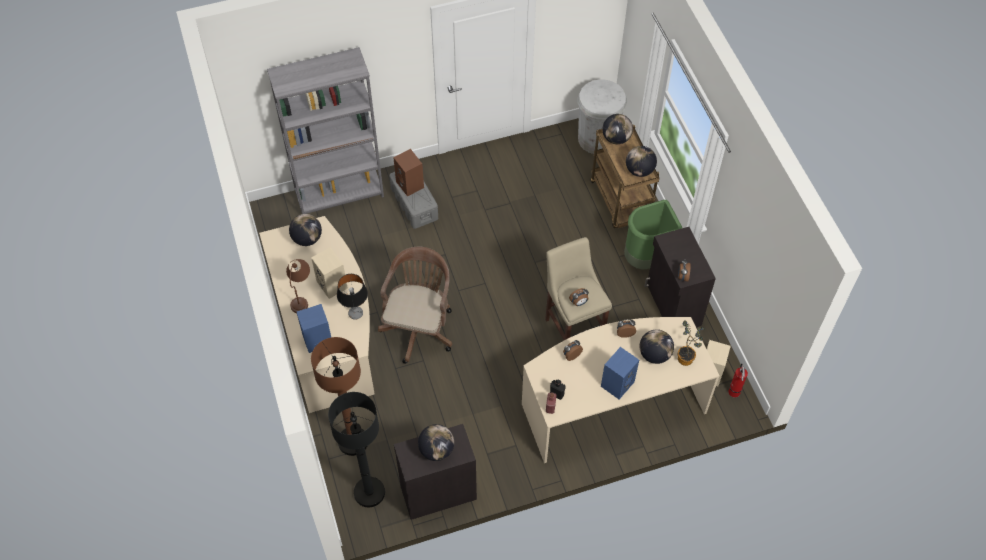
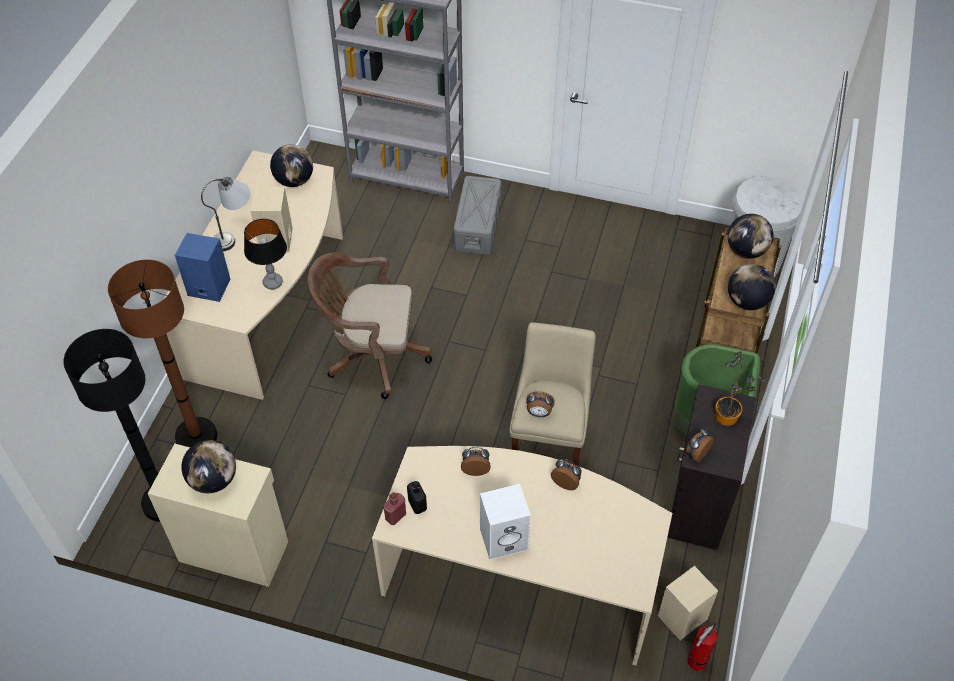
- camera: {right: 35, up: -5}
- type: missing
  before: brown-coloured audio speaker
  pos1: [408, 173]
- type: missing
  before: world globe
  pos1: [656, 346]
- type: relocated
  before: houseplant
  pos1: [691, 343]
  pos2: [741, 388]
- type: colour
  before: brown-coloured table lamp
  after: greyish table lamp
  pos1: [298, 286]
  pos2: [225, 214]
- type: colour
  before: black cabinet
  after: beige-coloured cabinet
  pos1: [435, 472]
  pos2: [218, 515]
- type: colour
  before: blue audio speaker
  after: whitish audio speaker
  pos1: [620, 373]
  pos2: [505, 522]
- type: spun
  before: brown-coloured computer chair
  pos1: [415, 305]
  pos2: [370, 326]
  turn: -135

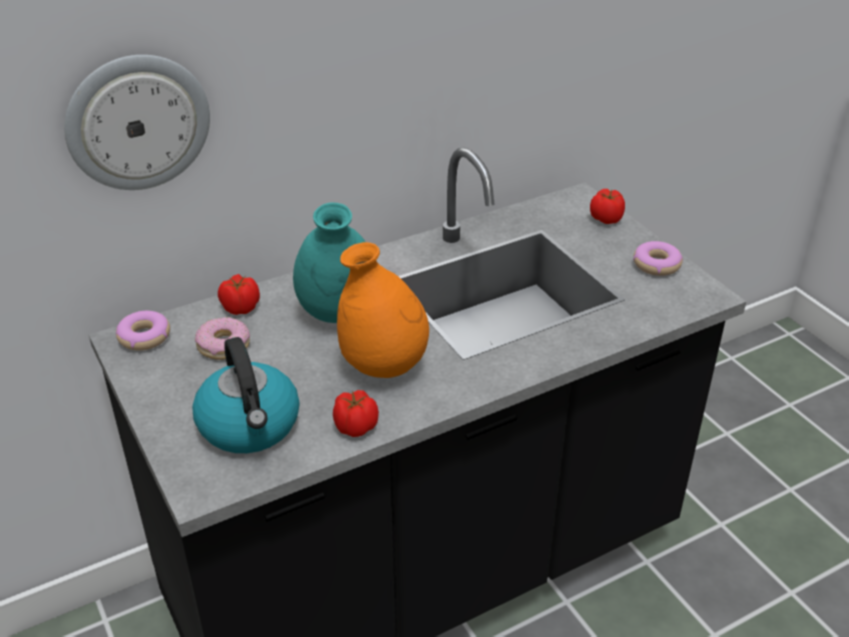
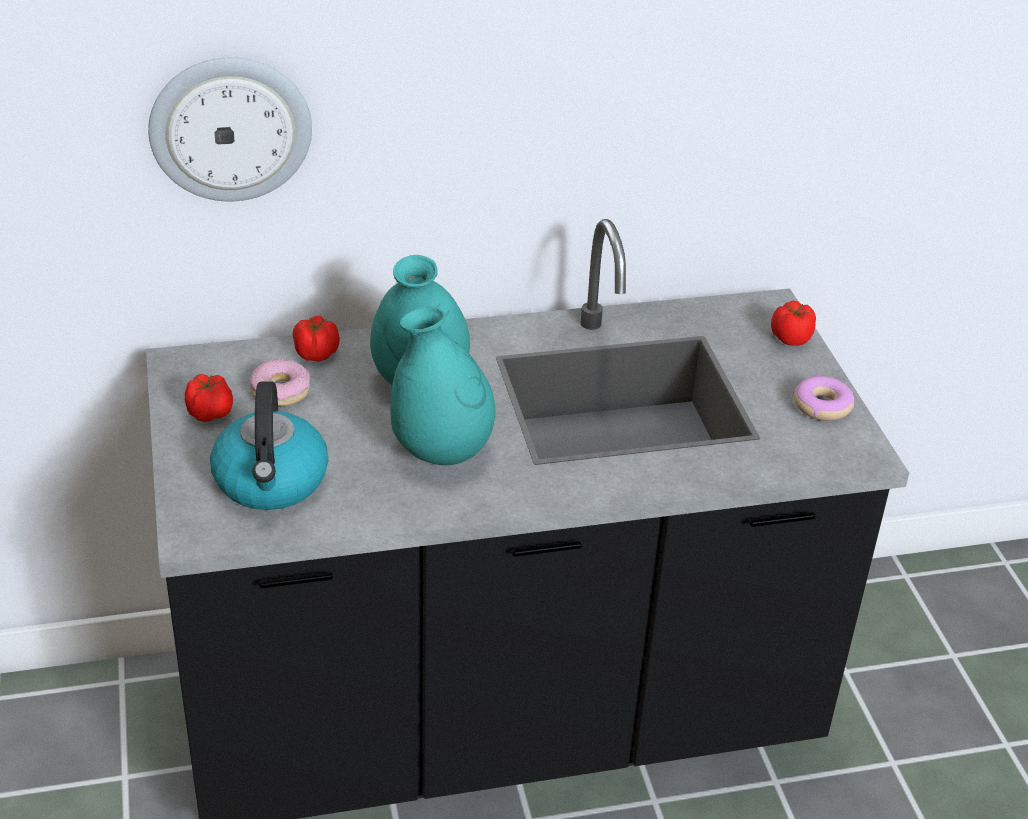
- camera: {right: 15, up: 0}
- type: missing
  before: doughnut
  pos1: [143, 331]
- type: relocated
  before: whole tomato
  pos1: [356, 413]
  pos2: [209, 398]
- type: colour
  before: orange vase
  after: blue-green vase
  pos1: [383, 310]
  pos2: [442, 385]

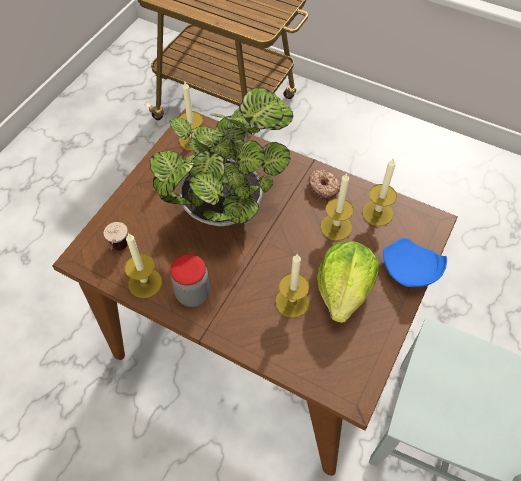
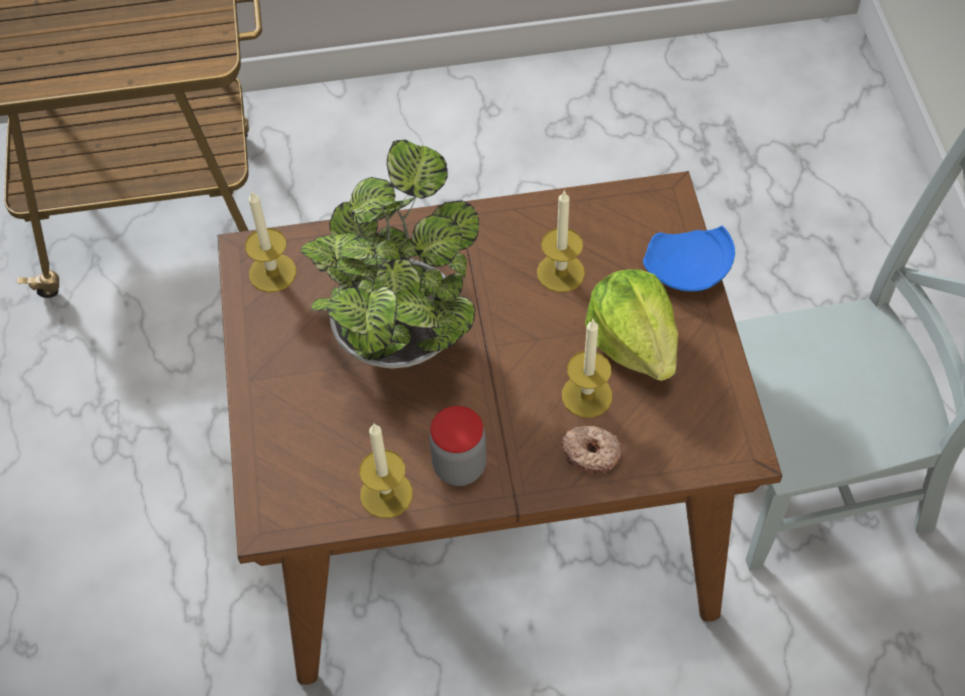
- camera: {right: -35, up: 0}
- type: missing
  before: small cup
  pos1: [116, 236]
- type: missing
  before: candle
  pos1: [379, 192]
- type: relocated
  before: doughnut
  pos1: [324, 184]
  pos2: [591, 450]

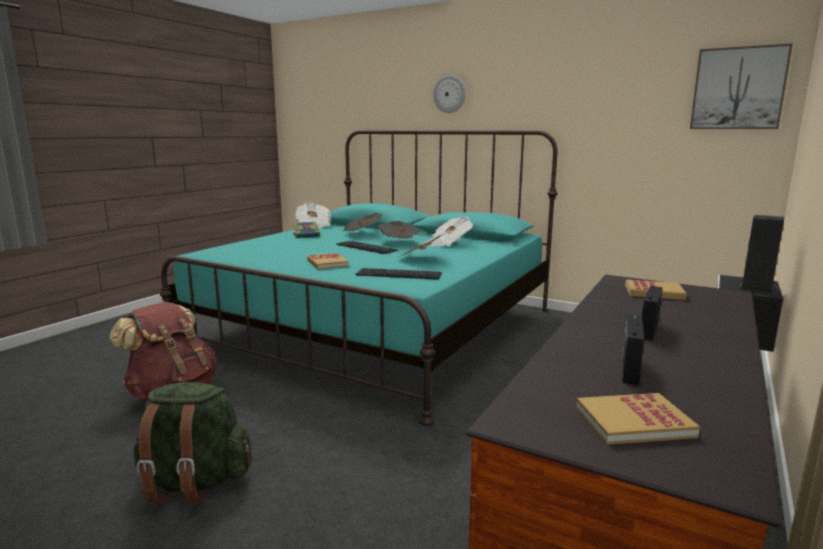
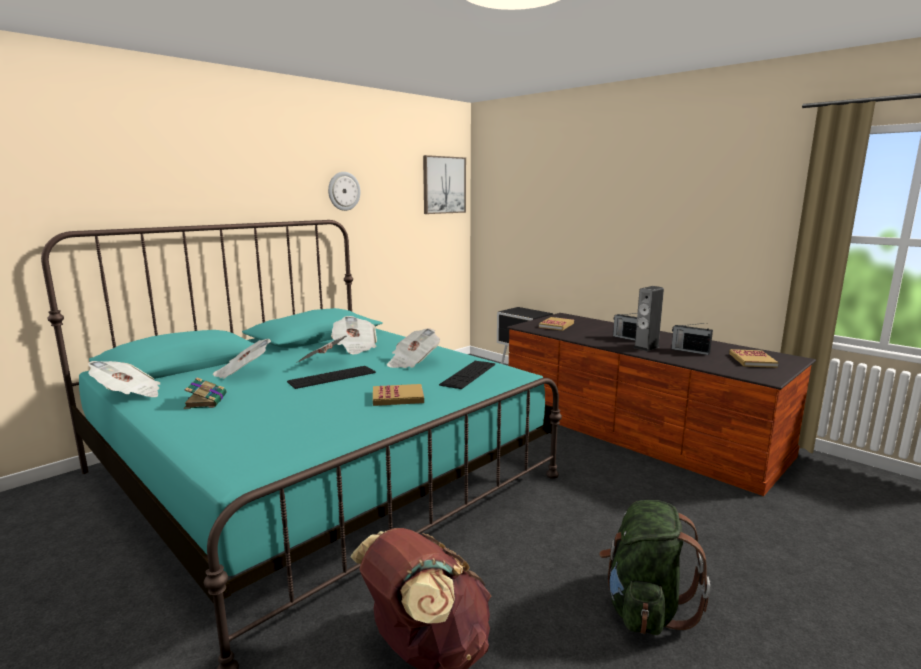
- camera: {right: -75, up: 0}
- type: relocated
  before: hanging clock
  pos1: [449, 94]
  pos2: [344, 191]
- type: relocated
  before: audio speaker
  pos1: [761, 254]
  pos2: [648, 318]

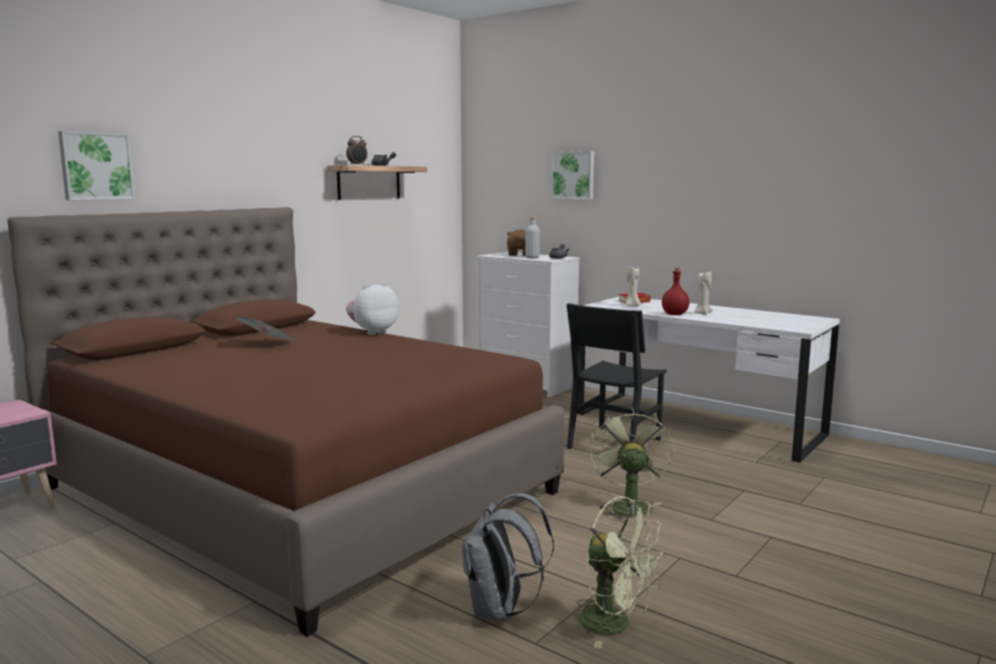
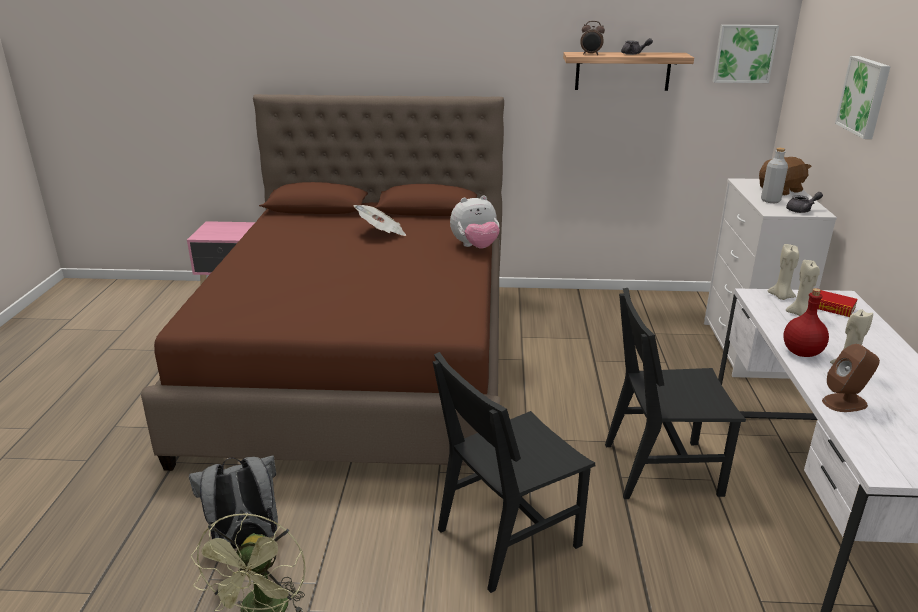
- camera: {right: 55, up: 15}
- type: appeared
  after: beige-coloured candle
  pos2: [783, 272]
- type: appeared
  after: brown-coloured audio speaker
  pos2: [851, 378]
- type: relocated
  before: picture
  pos1: [96, 165]
  pos2: [745, 54]
- type: exchanged
  before: greenish fan
  after: black chair
  pos1: [632, 465]
  pos2: [514, 472]
- type: spun
  before: soft toy
  pos1: [372, 308]
  pos2: [475, 222]
  turn: 150

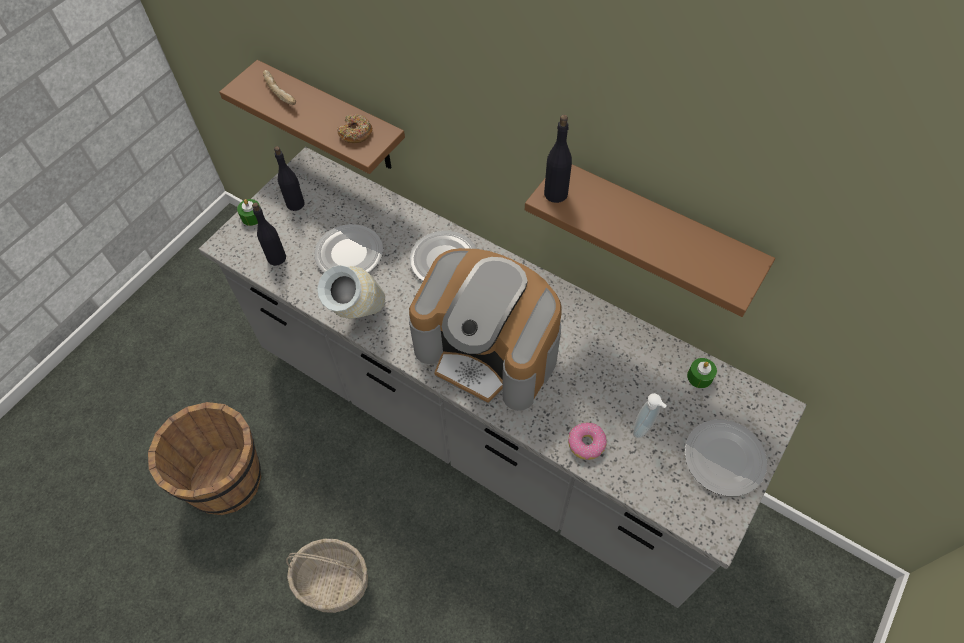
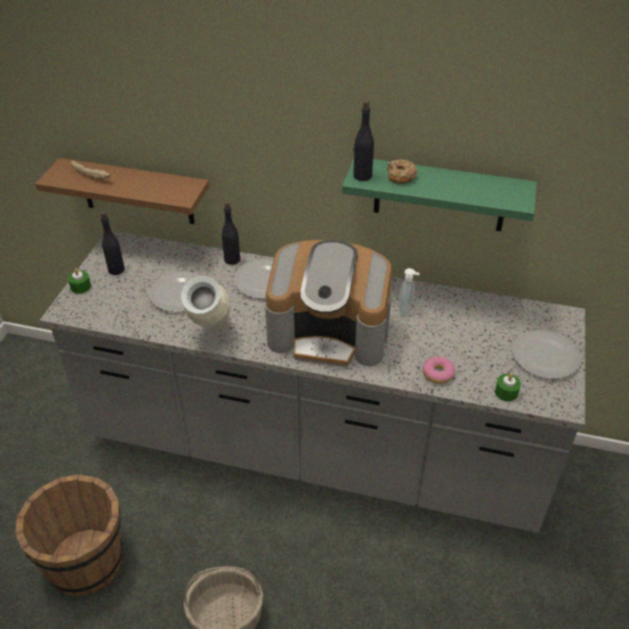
- camera: {right: -20, up: -15}
- type: relocated
  before: black beverage bottle
  pos1: [269, 234]
  pos2: [231, 233]
- type: relocated
  before: doughnut
  pos1: [355, 128]
  pos2: [402, 171]
- type: relocated
  before: soap dispenser
  pos1: [650, 415]
  pos2: [409, 292]
- type: relocated
  before: greenish candle
  pos1: [702, 373]
  pos2: [508, 387]
- type: colour
  before: brown-coloured shelf
  after: greenish shelf
  pos1: [650, 240]
  pos2: [439, 194]

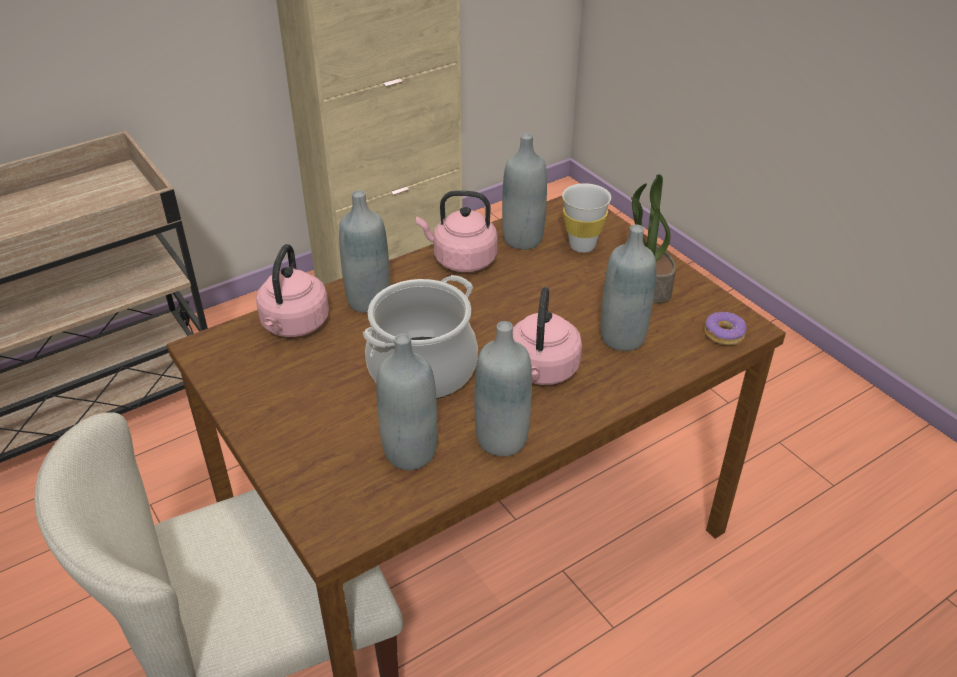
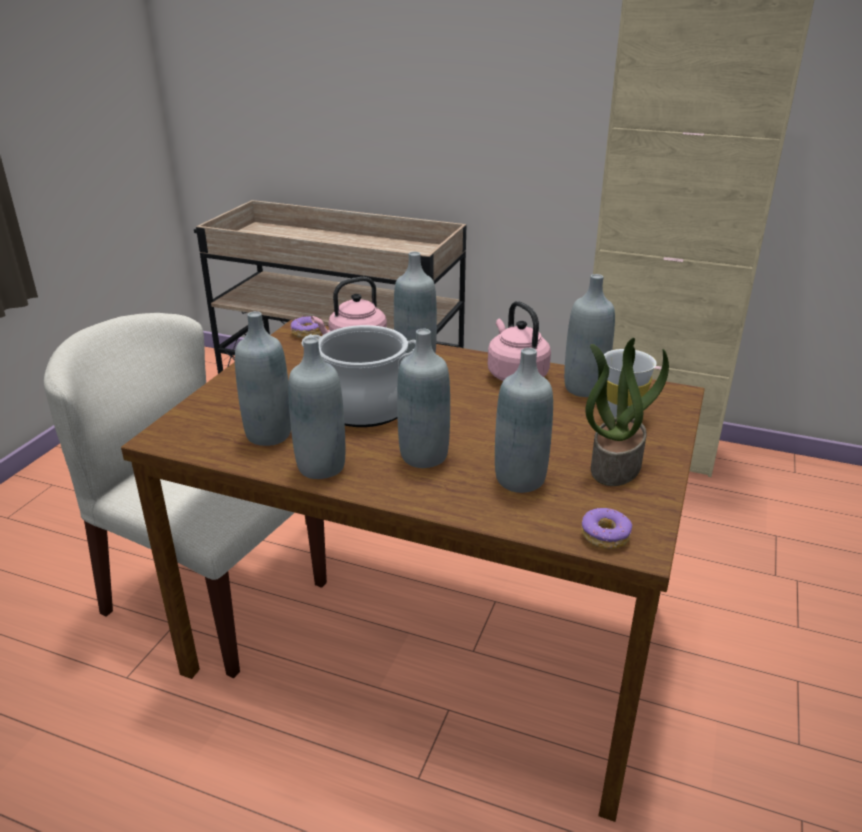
- camera: {right: 55, up: -10}
- type: appeared
  after: doughnut
  pos2: [306, 327]
- type: exchanged
  before: pink-coloured kettle
  after: greyish beverage bottle
  pos1: [547, 336]
  pos2: [423, 398]

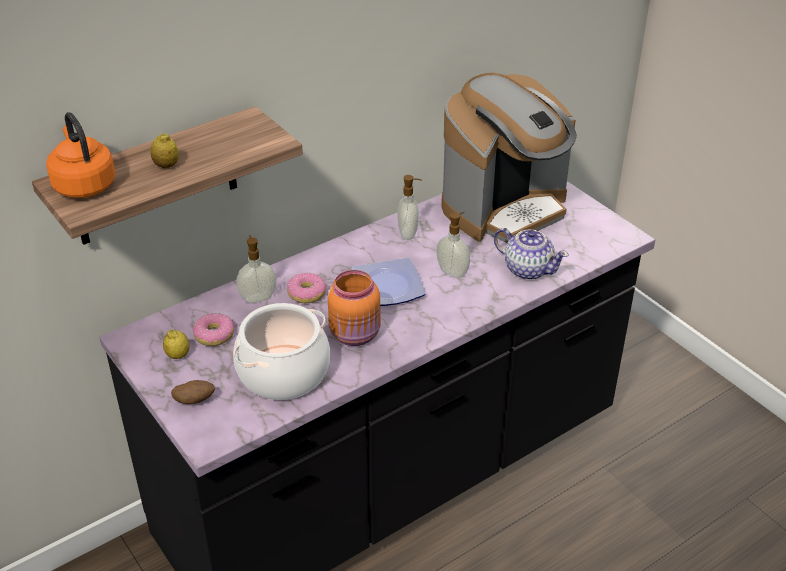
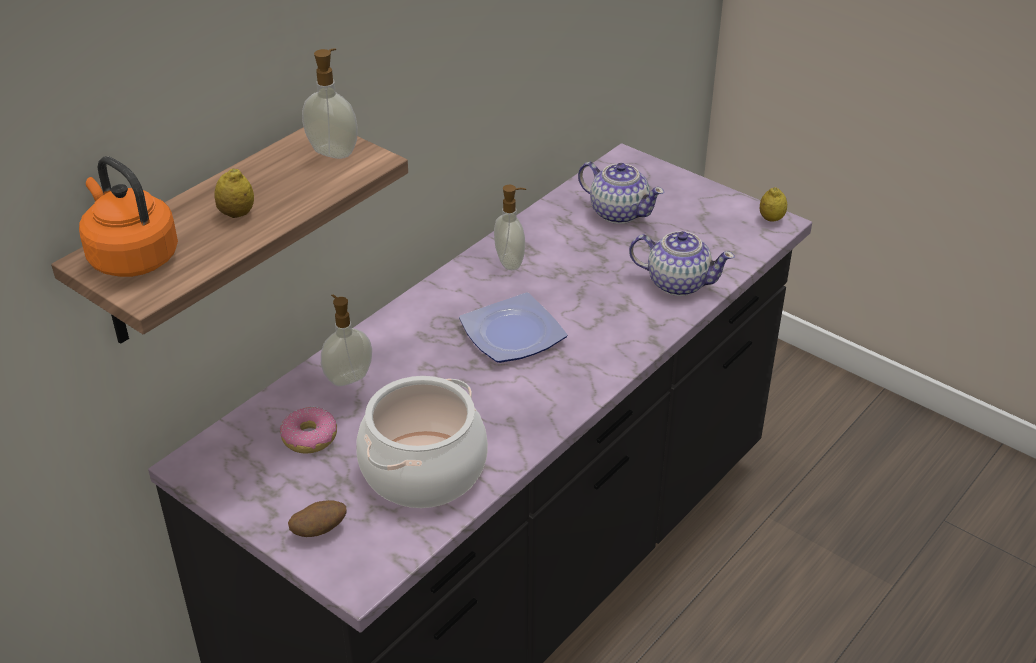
- camera: {right: -15, up: 0}
- type: missing
  before: doughnut
  pos1: [306, 288]
- type: missing
  before: orange preserve jar
  pos1: [354, 308]
- type: relocated
  before: whole lemon
  pos1: [176, 344]
  pos2: [773, 204]
- type: relocated
  before: soap dispenser
  pos1: [453, 245]
  pos2: [330, 103]
- type: exchanged
  before: coffee brewer
  after: pot for tea
  pos1: [509, 158]
  pos2: [621, 193]

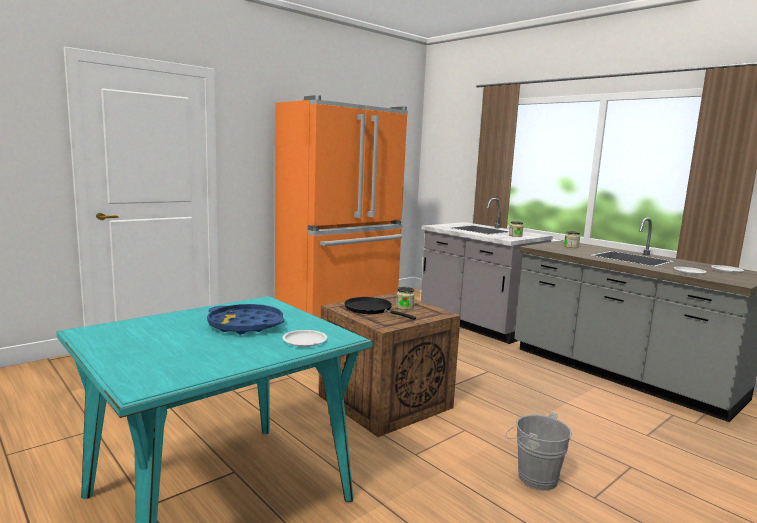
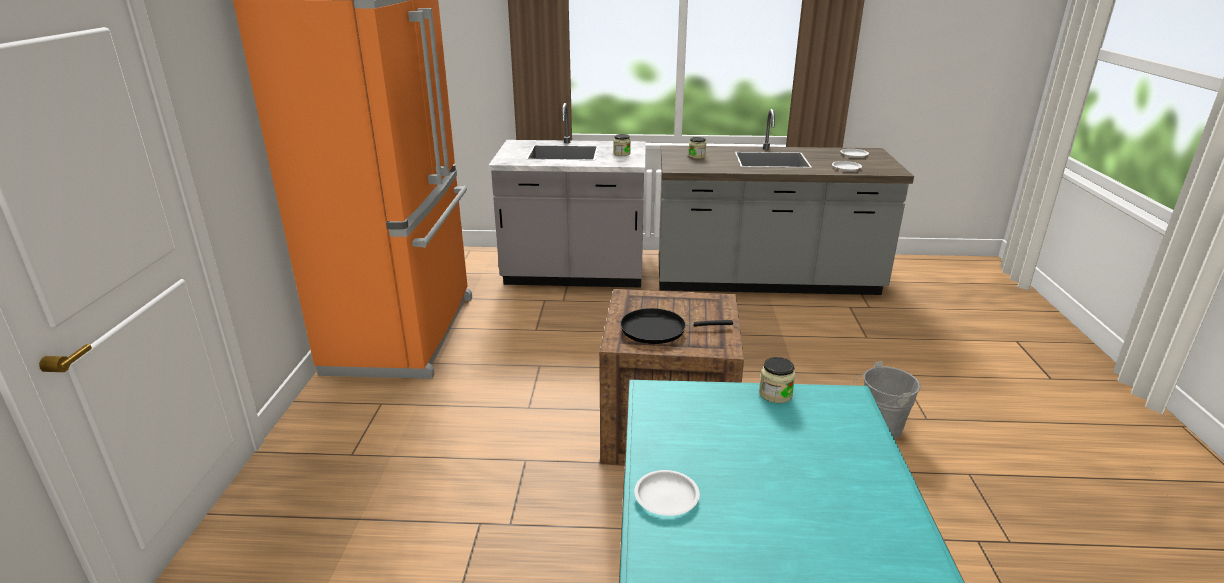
- camera: {right: -45, up: 15}
- type: missing
  before: blue tray
  pos1: [245, 319]
- type: relocated
  before: whitish flat dish
  pos1: [305, 338]
  pos2: [667, 493]
- type: relocated
  before: preserve jar
  pos1: [405, 298]
  pos2: [777, 380]

